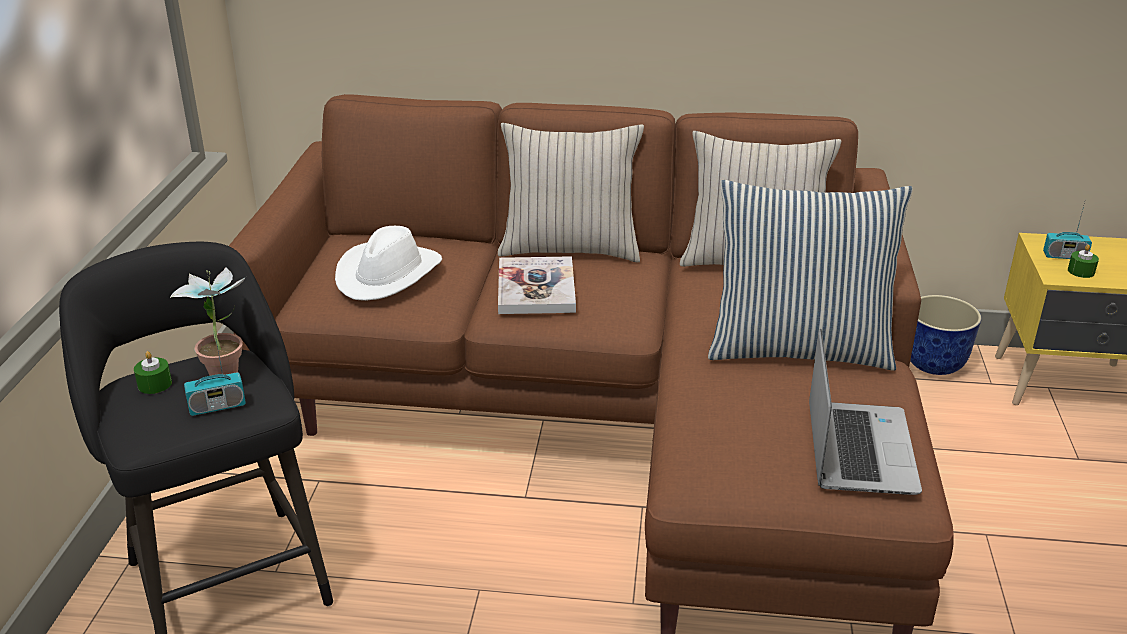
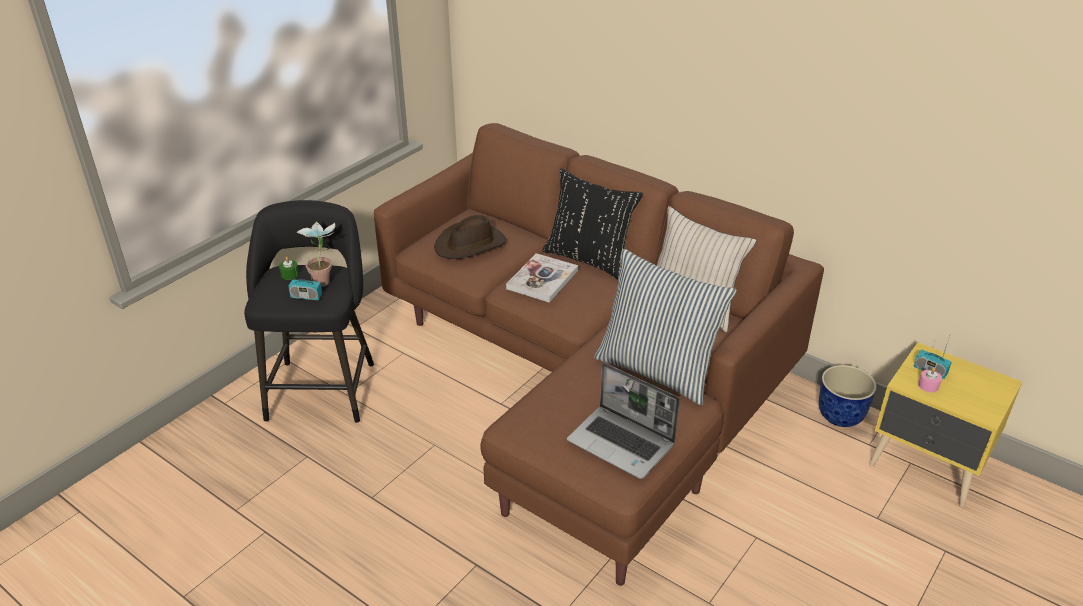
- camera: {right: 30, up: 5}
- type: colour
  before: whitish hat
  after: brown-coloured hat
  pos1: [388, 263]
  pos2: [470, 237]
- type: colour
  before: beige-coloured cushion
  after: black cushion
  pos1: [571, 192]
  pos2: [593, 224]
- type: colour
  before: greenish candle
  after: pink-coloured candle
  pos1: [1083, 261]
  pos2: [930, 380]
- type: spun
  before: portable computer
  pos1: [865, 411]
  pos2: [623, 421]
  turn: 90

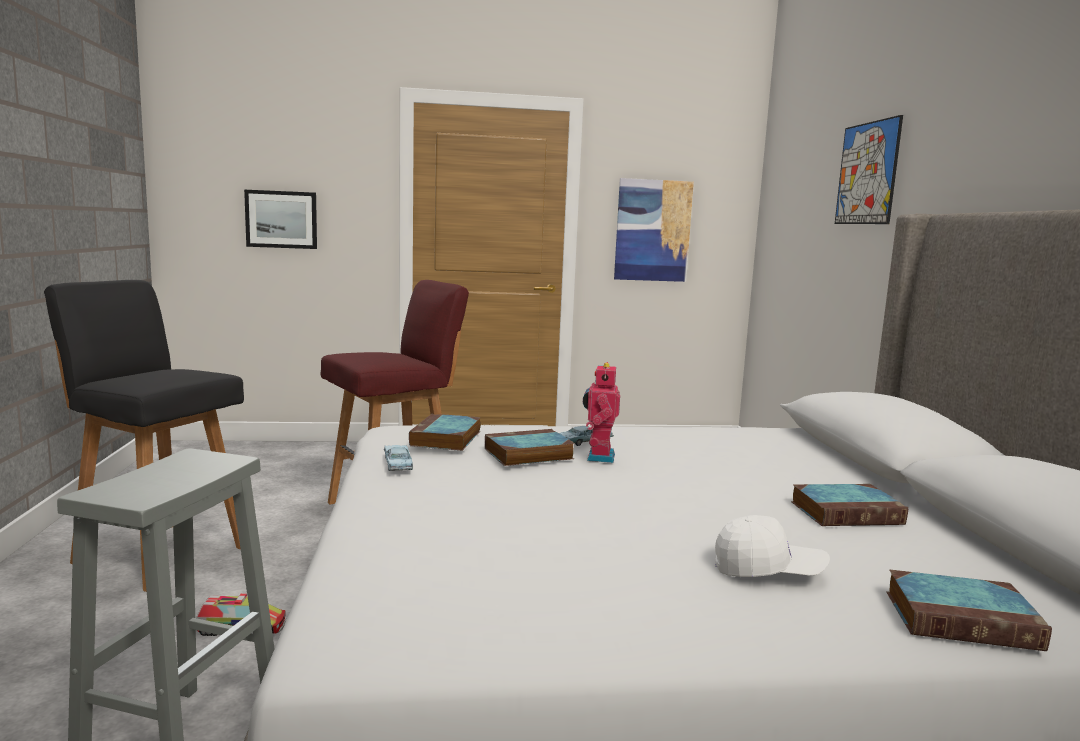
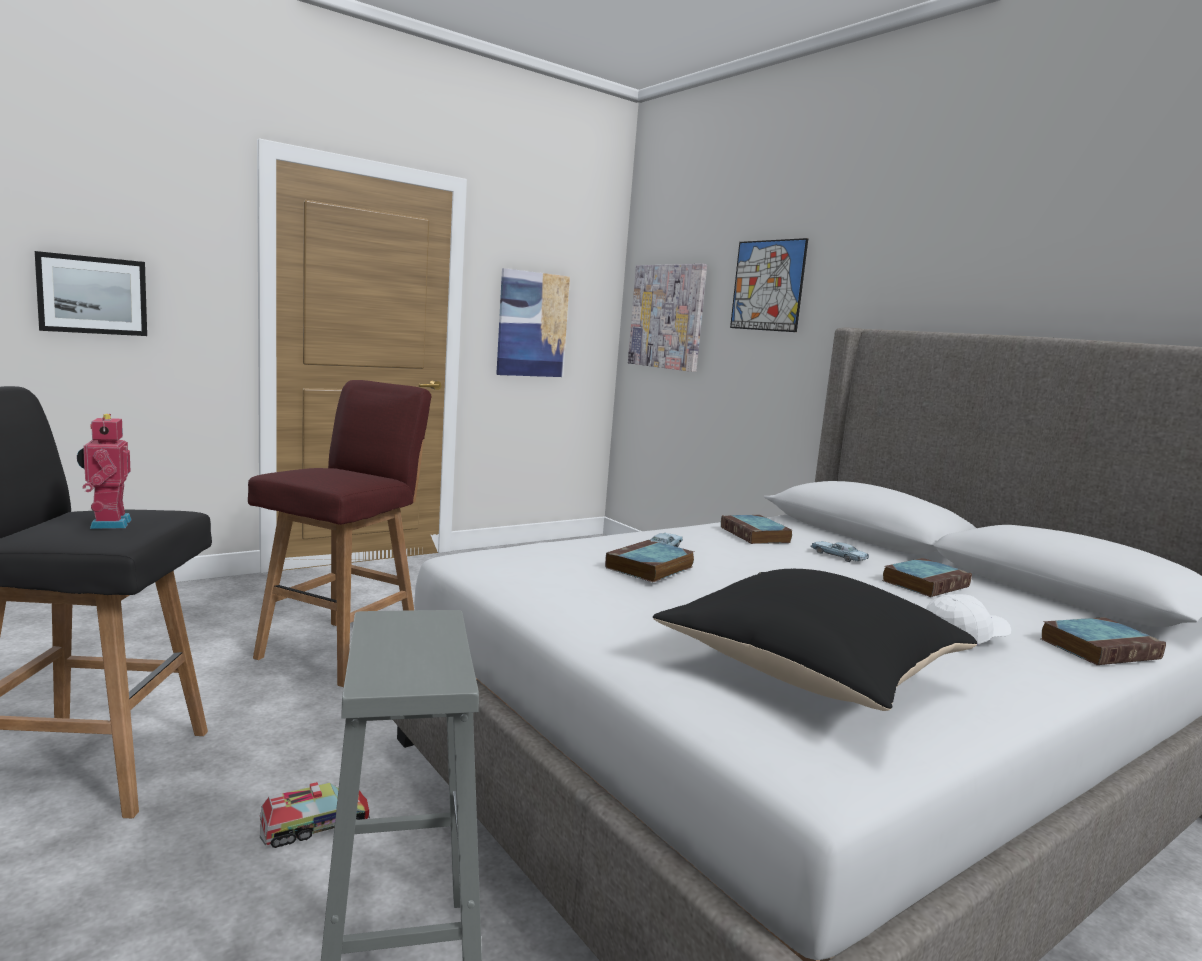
- camera: {right: -30, up: 0}
- type: appeared
  after: picture
  pos2: [667, 318]
- type: appeared
  after: black cushion
  pos2: [815, 640]
- type: relocated
  before: blue miniature car
  pos1: [398, 458]
  pos2: [839, 551]
- type: relocated
  before: volume
  pos1: [445, 432]
  pos2: [756, 529]
- type: relocated
  before: toy robot
  pos1: [601, 412]
  pos2: [104, 471]

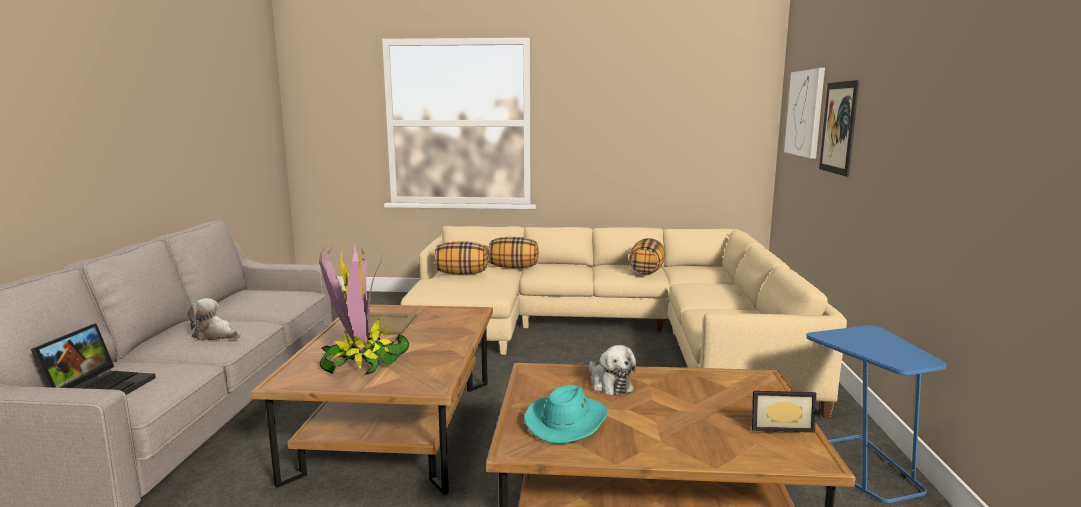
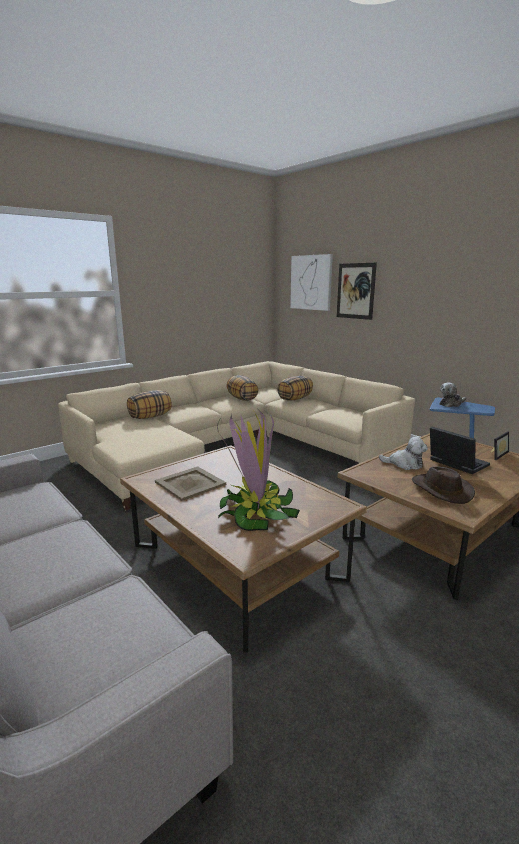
- camera: {right: -45, up: 5}
- type: relocated
  before: portable computer
  pos1: [93, 359]
  pos2: [460, 450]
- type: relocated
  before: soft toy
  pos1: [214, 319]
  pos2: [452, 394]
- type: relocated
  before: cushion
  pos1: [461, 257]
  pos2: [295, 388]
- type: colour
  before: blue-green hat
  after: brown-coloured hat
  pos1: [566, 414]
  pos2: [443, 485]

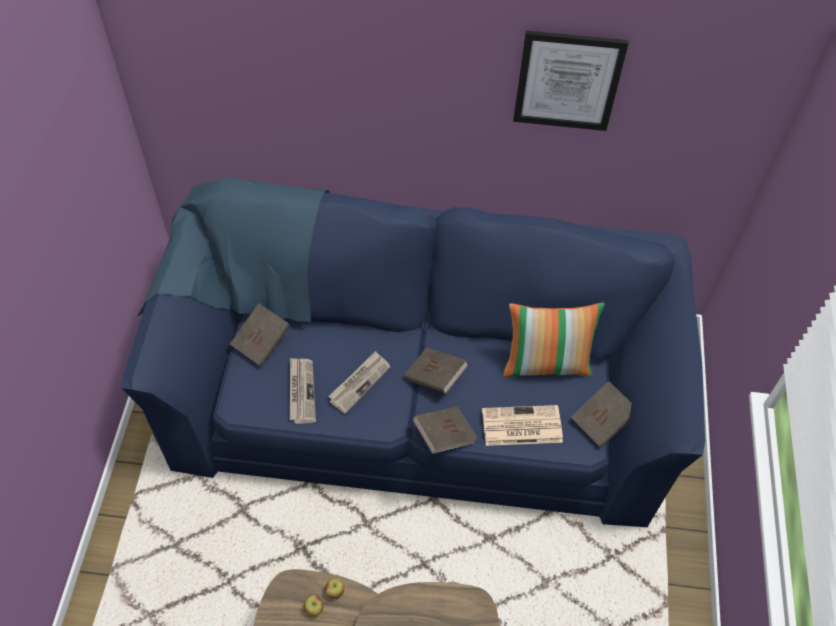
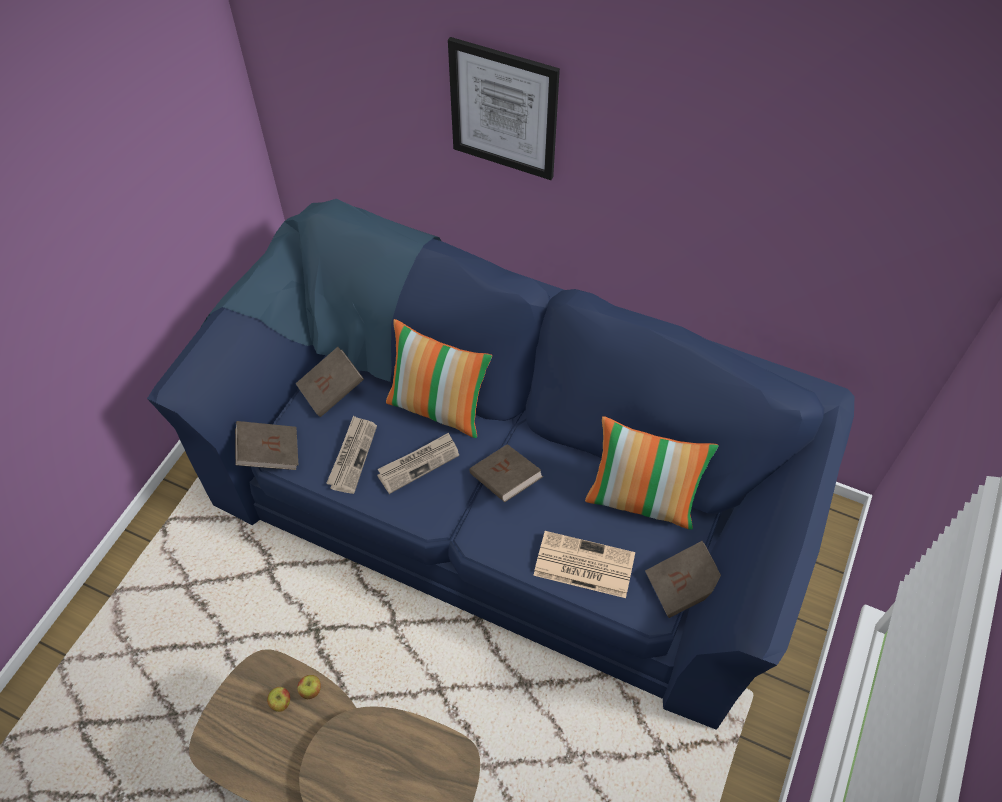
- camera: {right: 20, up: 0}
- type: appeared
  after: cushion
  pos2: [439, 378]
- type: relocated
  before: brown-coloured volume
  pos1: [445, 430]
  pos2: [266, 445]
- type: relocated
  before: picture
  pos1: [571, 80]
  pos2: [504, 108]

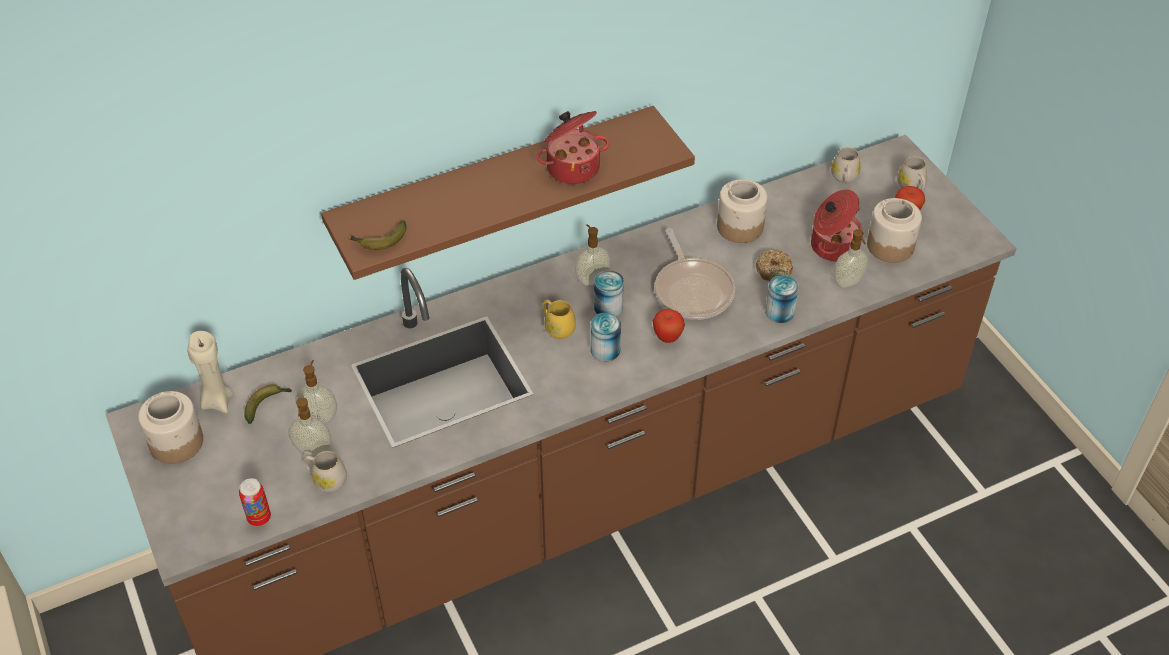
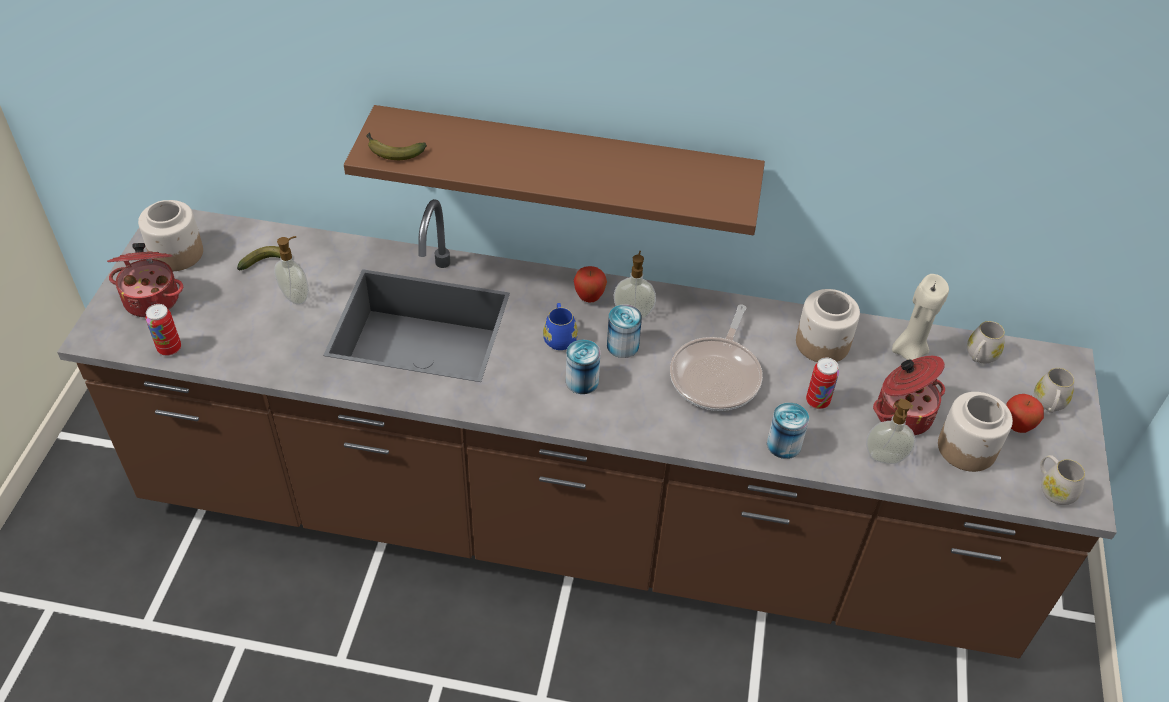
- camera: {right: 35, up: 0}
- type: missing
  before: soap dispenser
  pos1: [310, 426]
- type: relocated
  before: beige-coloured candle
  pos1: [210, 372]
  pos2: [920, 317]
- type: relocated
  before: whitish tea mug
  pos1: [325, 471]
  pos2: [1062, 480]
- type: relocated
  before: stockpot
  pos1: [572, 147]
  pos2: [145, 280]
- type: relocated
  before: whole apple
  pos1: [669, 326]
  pos2: [590, 284]
- type: exchanged
  before: doughnut
  after: sealed can
  pos1: [774, 265]
  pos2: [822, 383]
- type: colour
  before: yellow-coloured tea mug
  after: blue tea mug
  pos1: [559, 319]
  pos2: [560, 326]

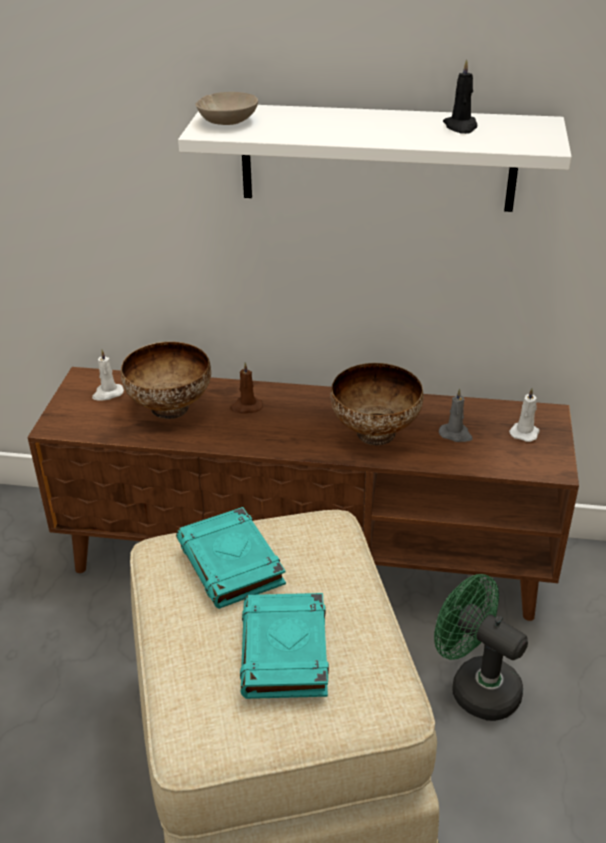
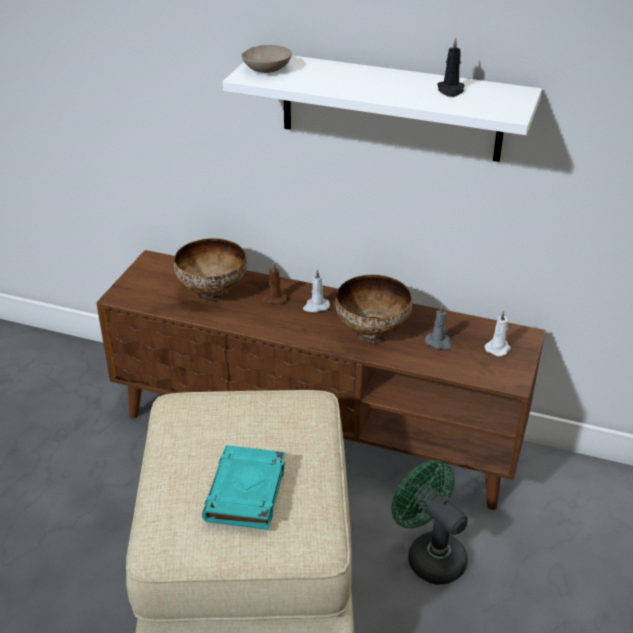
- camera: {right: 10, up: 0}
- type: missing
  before: blue-green volume
  pos1: [231, 558]
- type: relocated
  before: whitish candle
  pos1: [108, 375]
  pos2: [316, 290]

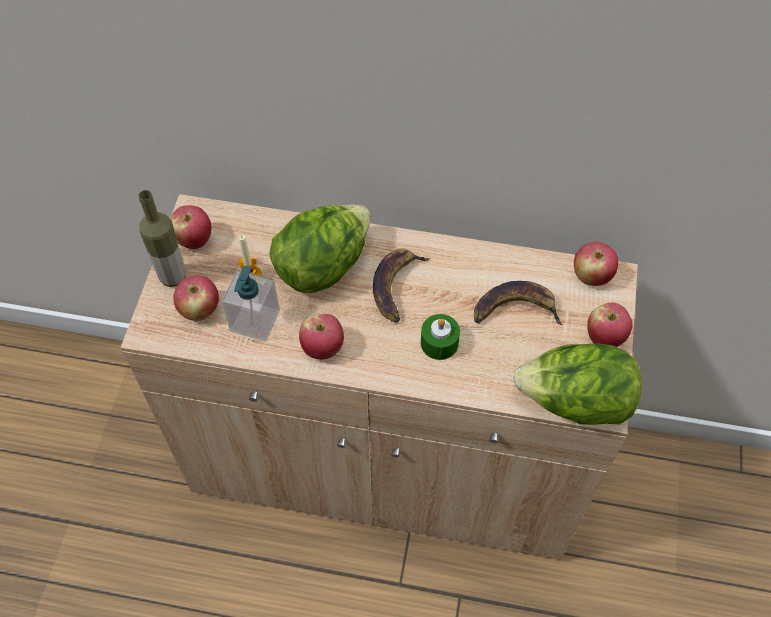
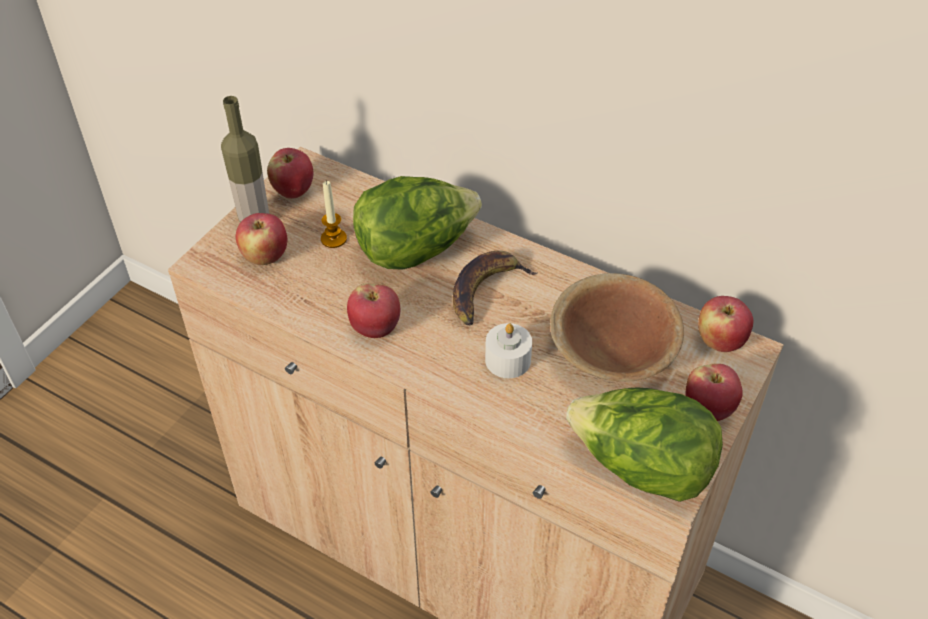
- camera: {right: 20, up: -10}
- type: missing
  before: soap dispenser
  pos1: [251, 304]
- type: exchanged
  before: banana
  after: brown-coloured serving bowl
  pos1: [518, 303]
  pos2: [617, 327]
- type: colour
  before: greenish candle
  after: whitish candle
  pos1: [440, 337]
  pos2: [508, 350]

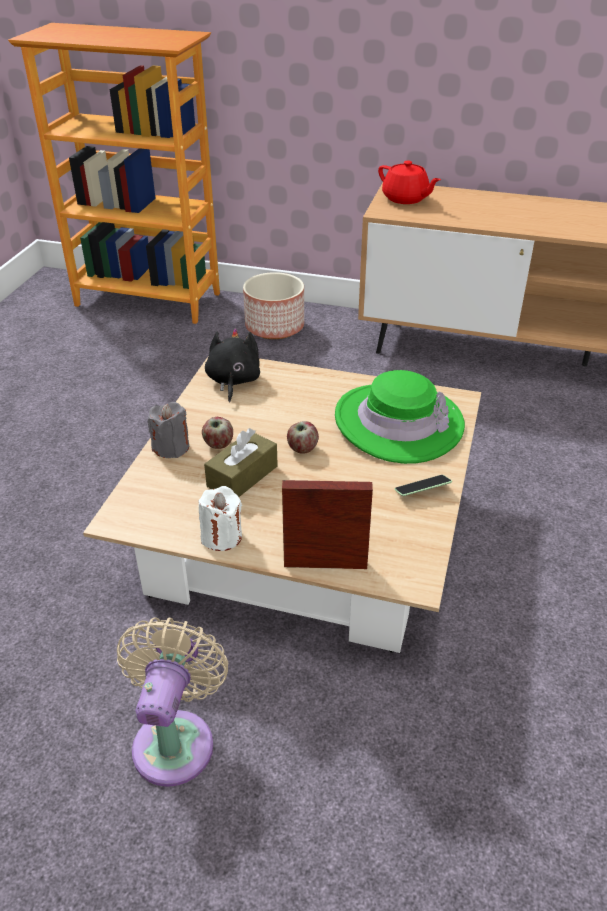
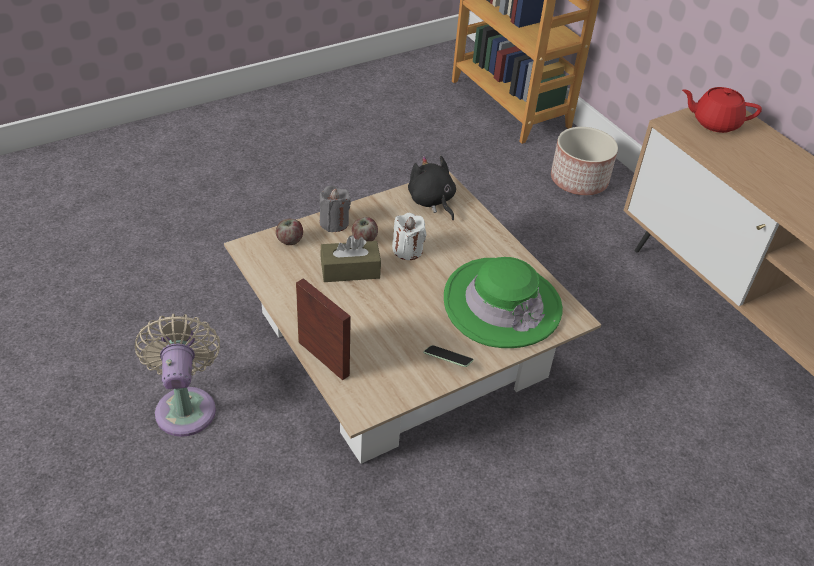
- camera: {right: 40, up: 5}
- type: relocated
  before: whitish candle
  pos1: [220, 518]
  pos2: [409, 236]
- type: relocated
  before: whole apple
  pos1: [303, 437]
  pos2: [289, 232]
- type: spun
  before: beige-coloured fan
  pos1: [173, 702]
  pos2: [177, 375]
  turn: -60
- type: spun
  before: black soft toy
  pos1: [232, 365]
  pos2: [432, 188]
  turn: -75
- type: spun
  before: red-coloured pot for tea
  pos1: [409, 182]
  pos2: [722, 110]
  turn: 105

